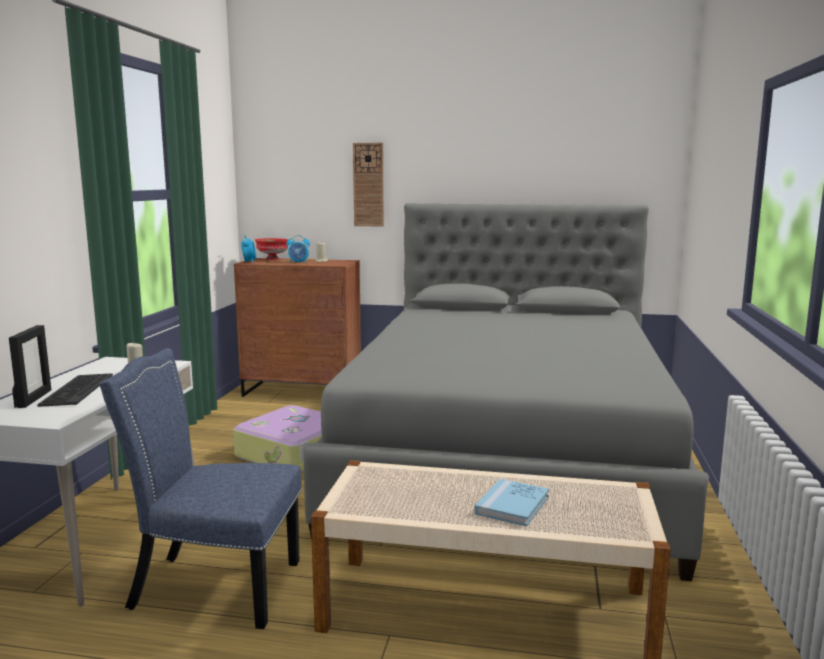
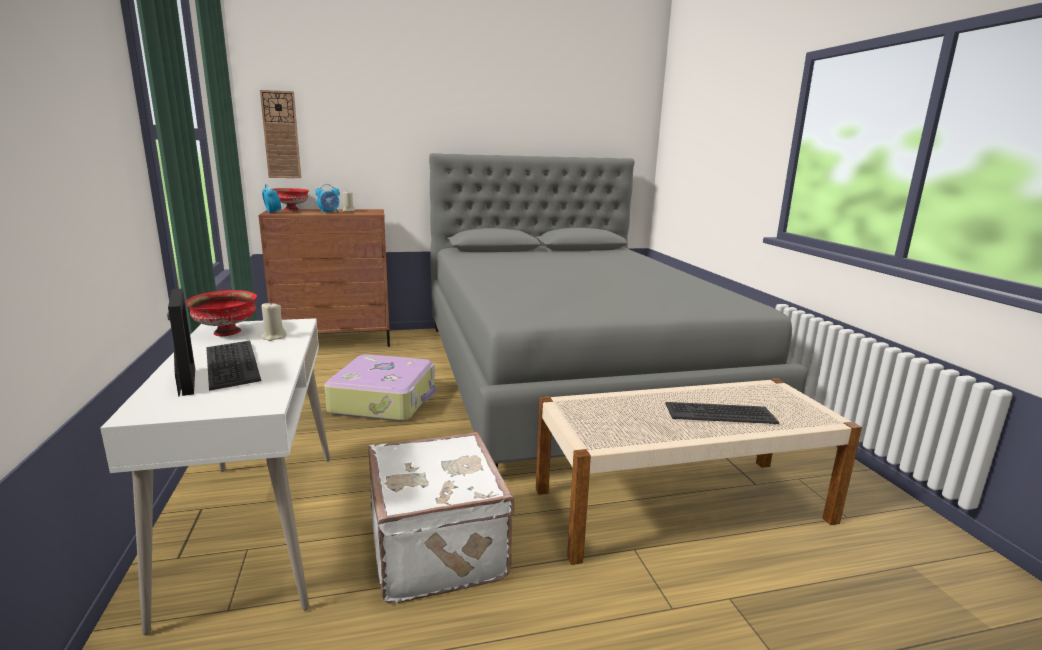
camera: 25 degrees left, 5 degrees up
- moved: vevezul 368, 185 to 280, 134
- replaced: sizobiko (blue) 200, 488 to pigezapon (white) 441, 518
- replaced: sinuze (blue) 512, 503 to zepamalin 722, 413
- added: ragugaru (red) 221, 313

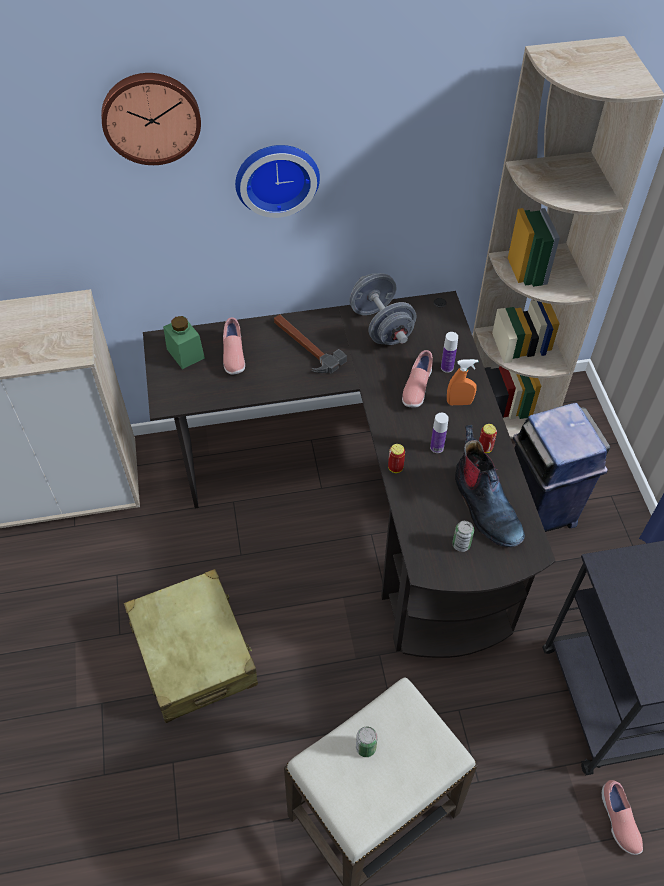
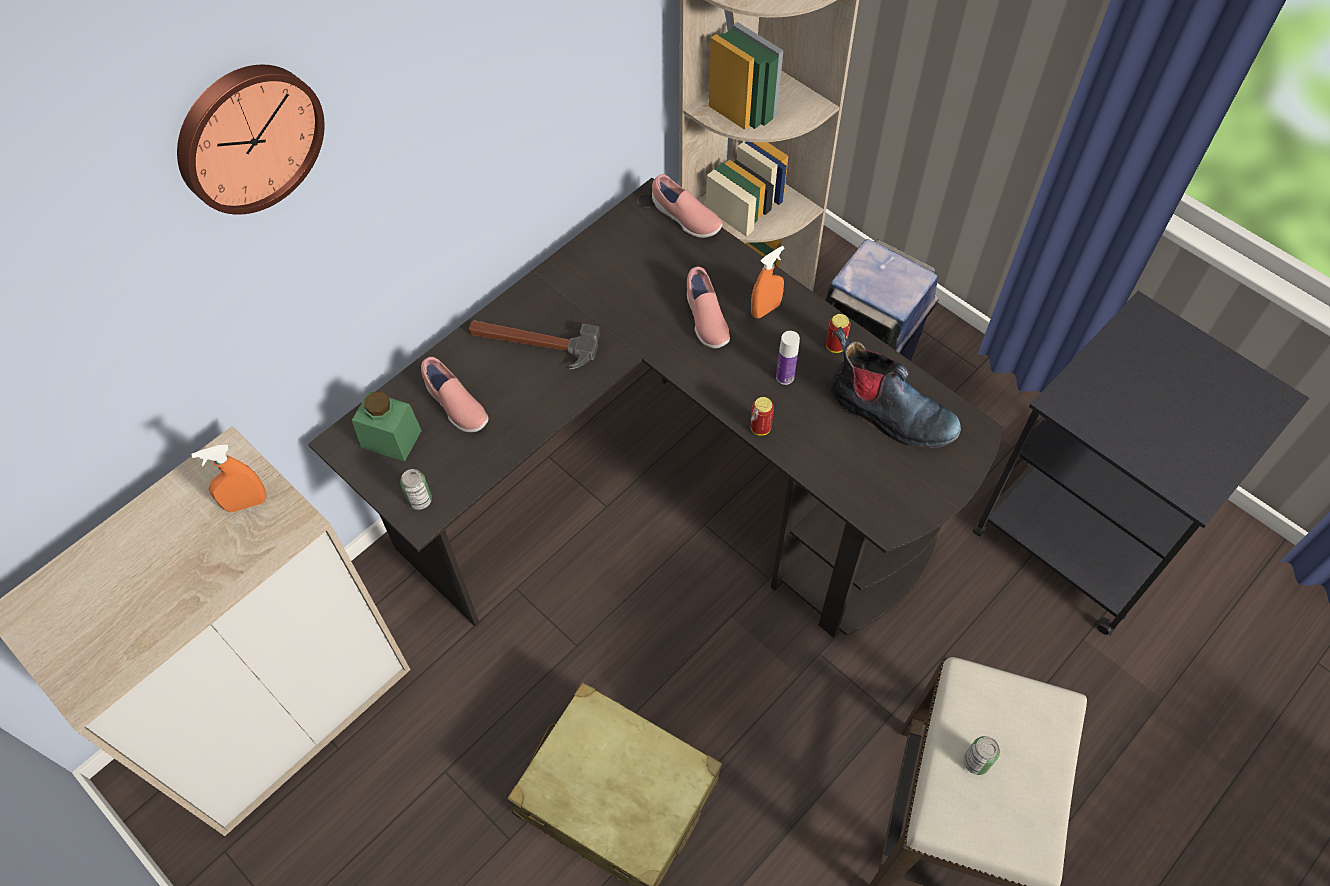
camera: 35 degrees left, 5 degrees up
- removed: vevezul 277, 181
- removed: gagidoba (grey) 383, 309
- removed: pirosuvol 449, 352
- moved: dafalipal 463, 536 to 416, 489
- moved: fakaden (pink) 622, 817 to 687, 206
- added: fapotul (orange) 228, 478

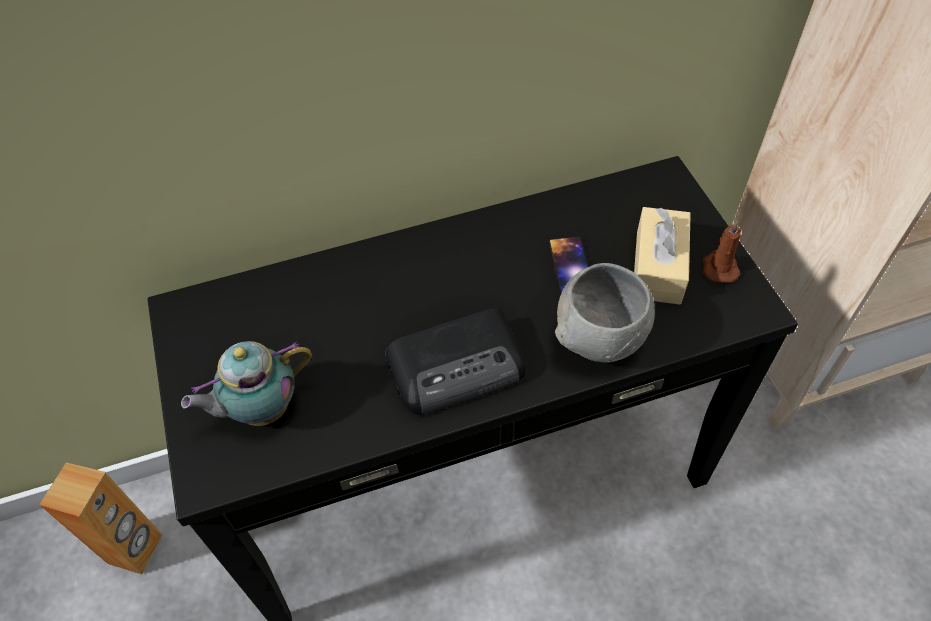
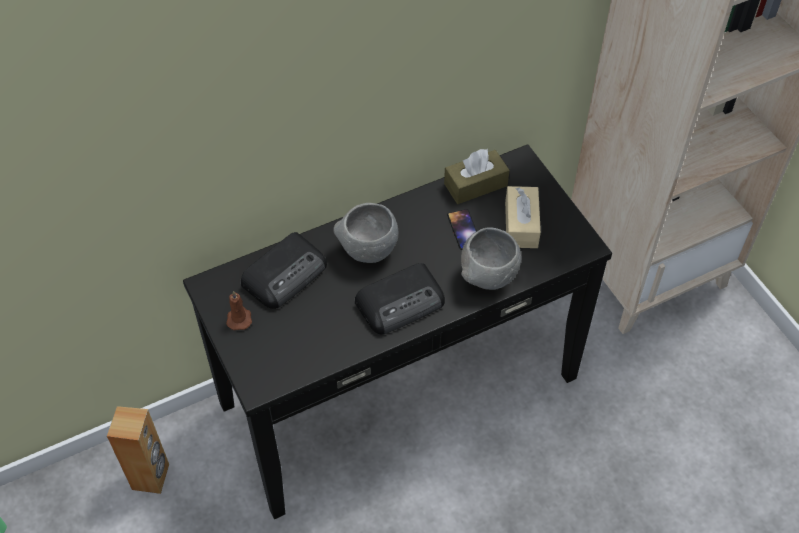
camera: 10 degrees left, 0 degrees up
- moved: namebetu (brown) 721, 251 to 239, 310
- removed: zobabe 246, 383
- added: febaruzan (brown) 477, 176
- added: ragugaru (grey) 365, 233
- added: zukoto 284, 270

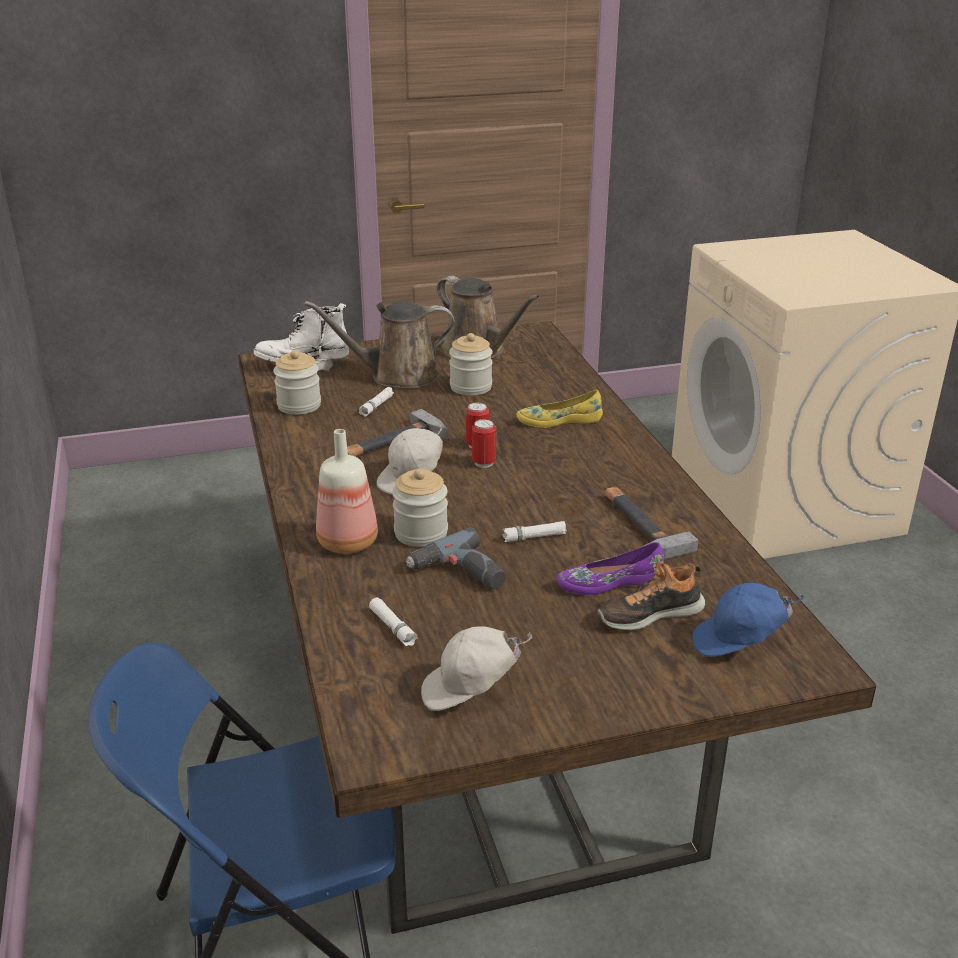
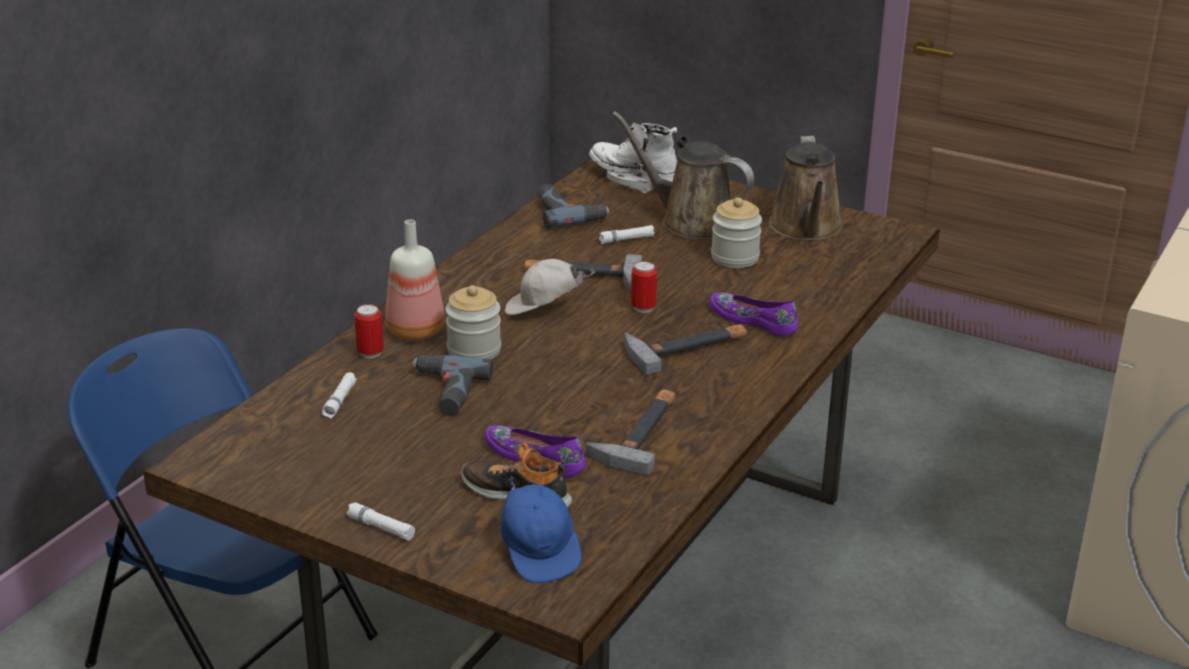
camera: 45 degrees right, 0 degrees up
- replaced: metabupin 297, 382 to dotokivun 574, 206
- recoloured: fakaden (yellow) 559, 409 to fakaden (purple) 754, 314
- moved: dafalipal 484, 443 to 369, 331
- moved: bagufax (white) 534, 531 to 380, 521
- turned: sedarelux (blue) 748, 620 = 541, 529 150 degrees counterclockwise
- removed: sedarelux (white) 476, 668
- added: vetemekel 685, 349

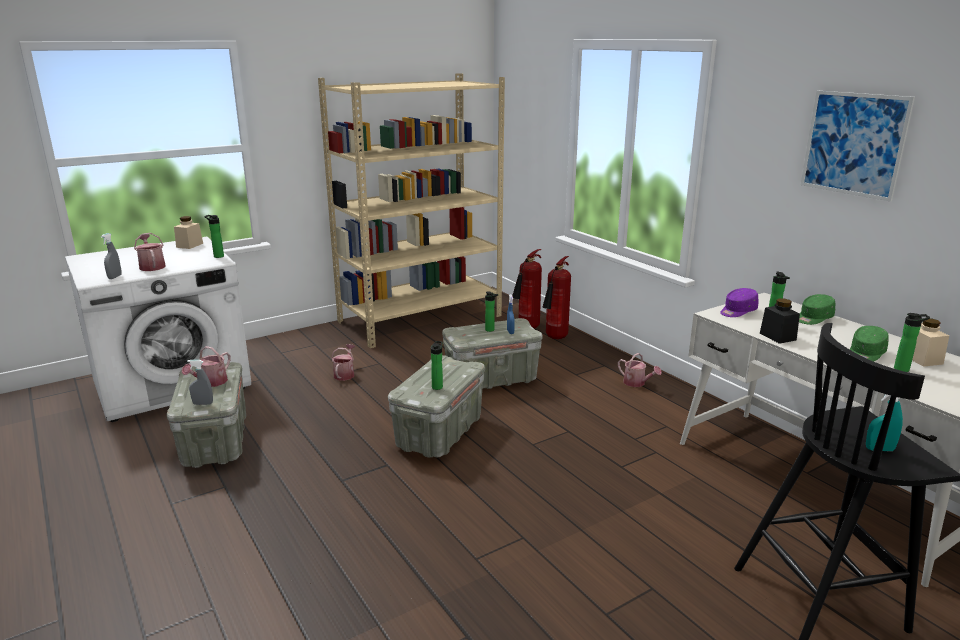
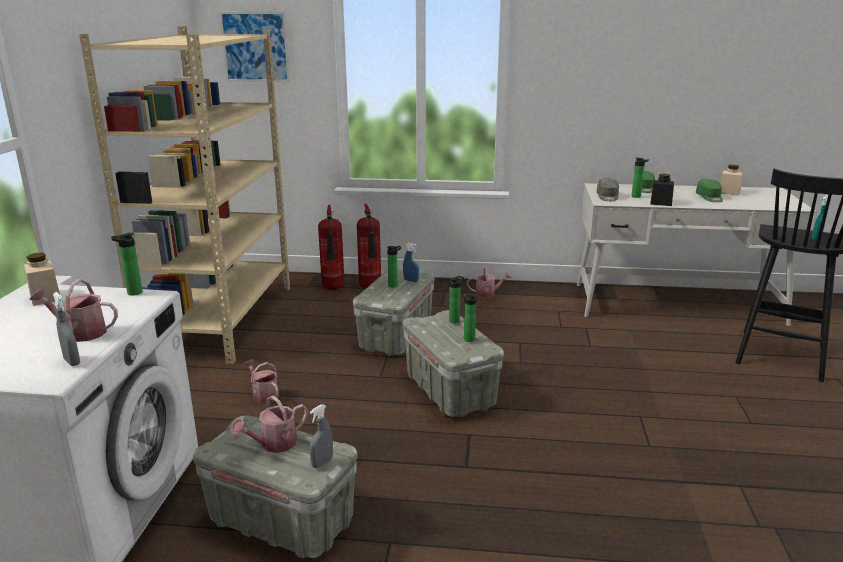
camera: 50 degrees left, 0 degrees up
- moved: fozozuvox 858, 146 to 254, 46
- recoloured: sedarelux (purple) 739, 302 to sedarelux (grey) 608, 189
- moved: pirosuvol 912, 342 to 456, 300
- turned: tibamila 206, 366 = 269, 424 75 degrees clockwise

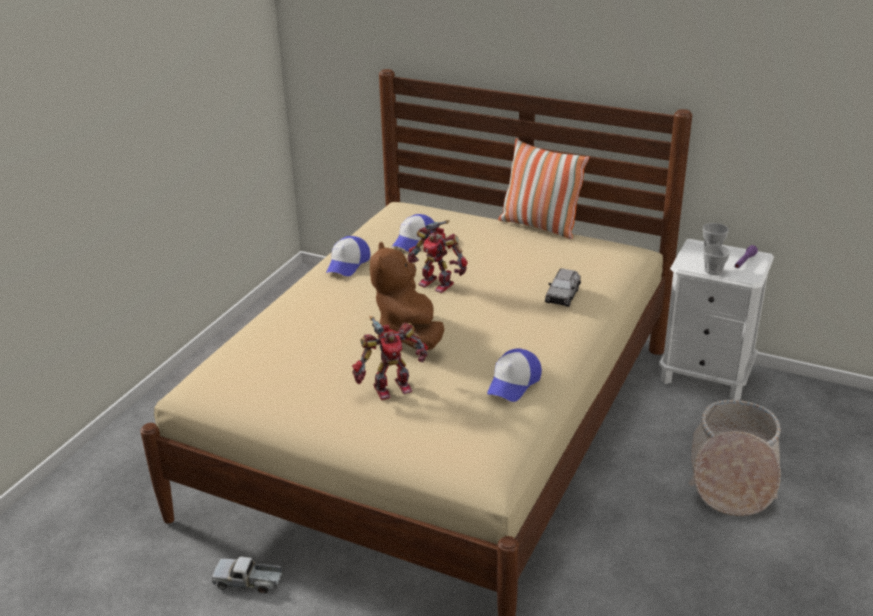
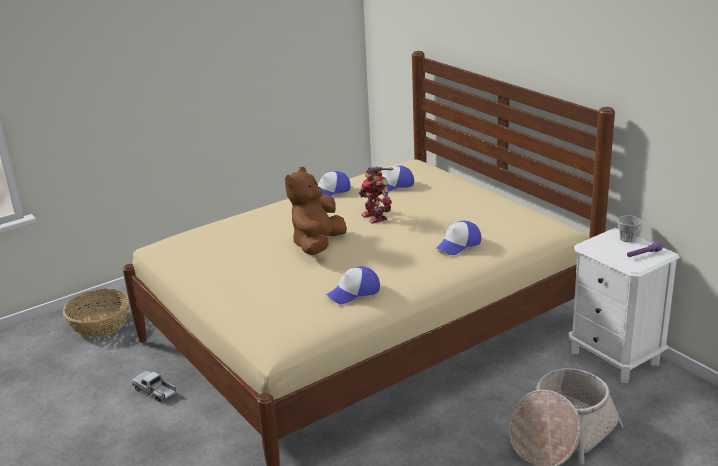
camera: 30 degrees right, 5 degrees down
- removed: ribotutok 544, 188
- removed: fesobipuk 716, 260
- replaced: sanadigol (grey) 563, 288 to sedarelux 458, 238
- removed: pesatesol 390, 358
- added: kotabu 96, 313

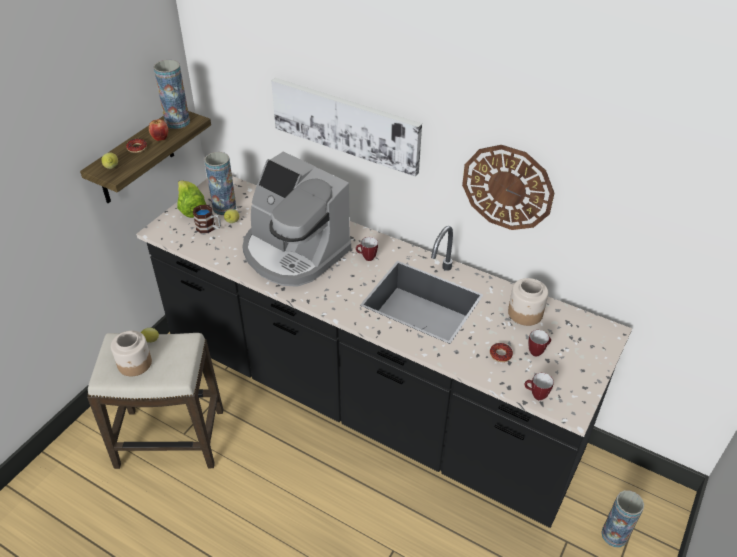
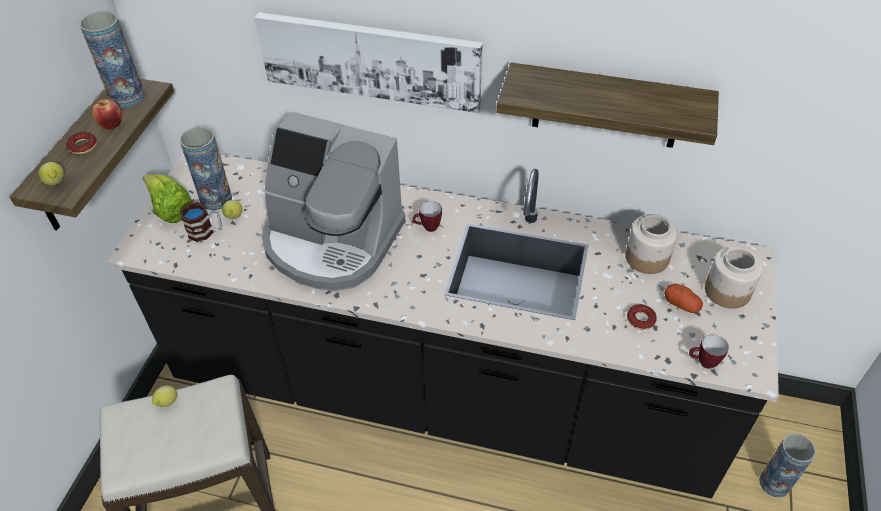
camera: 15 degrees left, 5 degrees up
- replaced: vevezul 508, 187 to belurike 607, 105
- replaced: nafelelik 540, 343 to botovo 683, 298
- moved: metabupin 131, 353 to 734, 277

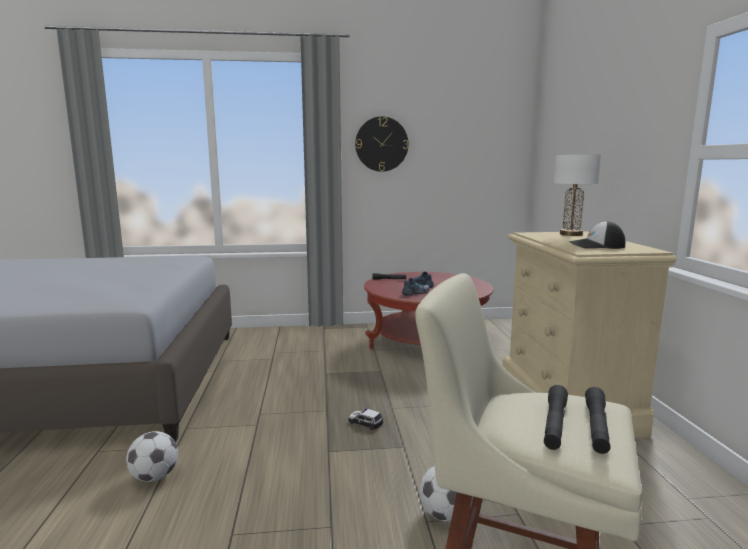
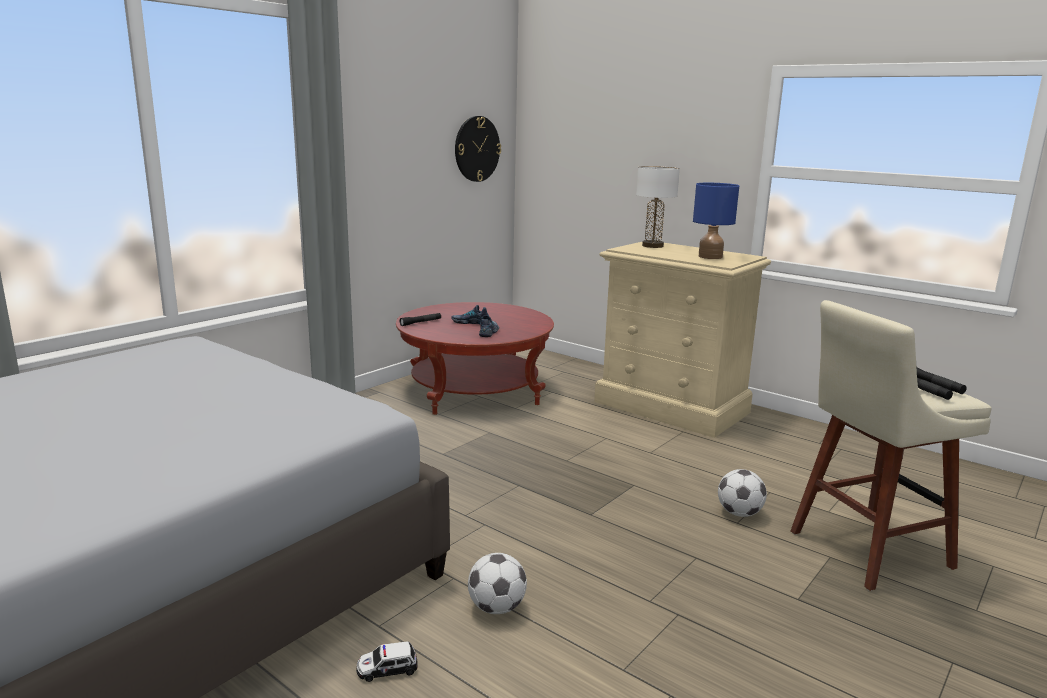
camera: 45 degrees left, 5 degrees up
- moved: vevezul 381, 144 to 478, 149
- replaced: sedarelux 597, 235 to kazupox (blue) 716, 221
- moved: sanadigol 365, 419 to 387, 661

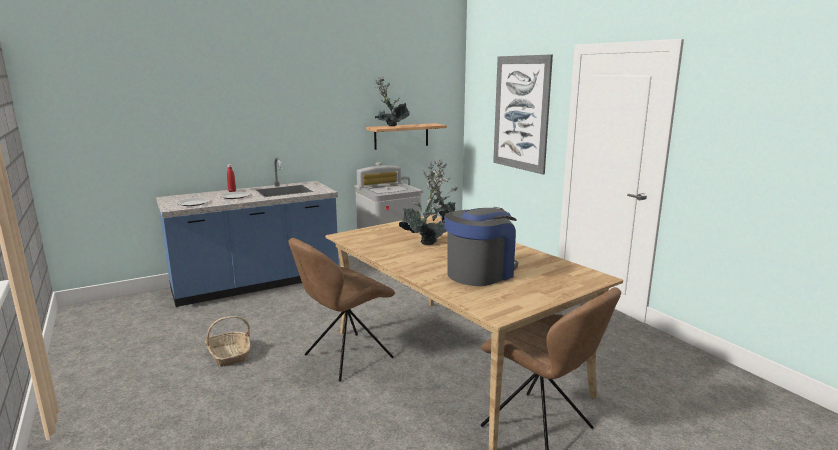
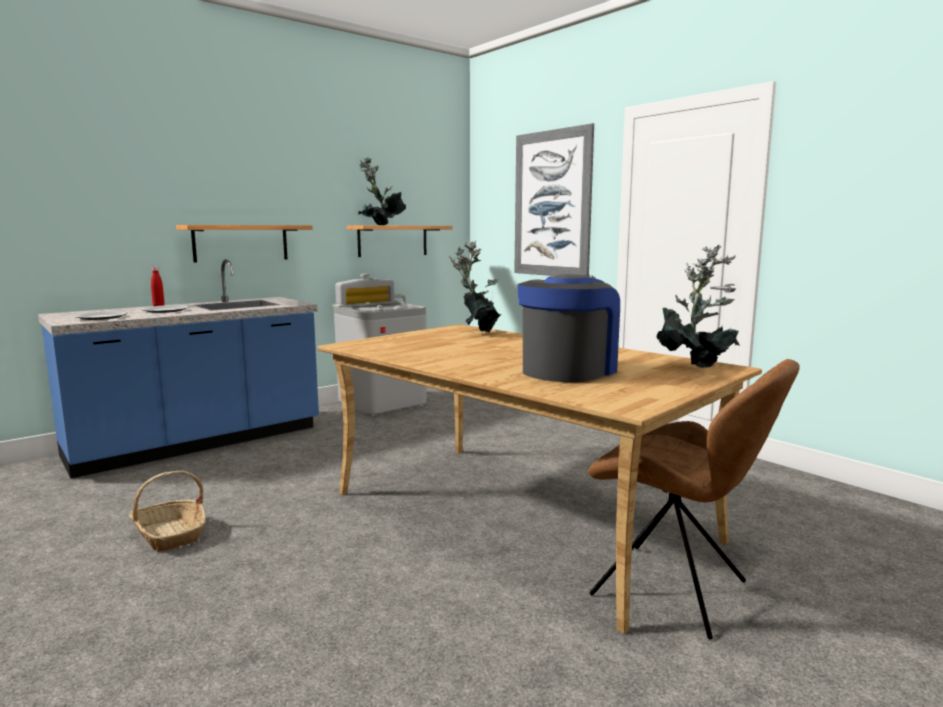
camera: 10 degrees left, 5 degrees down
- moved: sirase 425, 207 to 698, 306
- removed: sizobiko (brown) 341, 309
- added: belurike 244, 243

